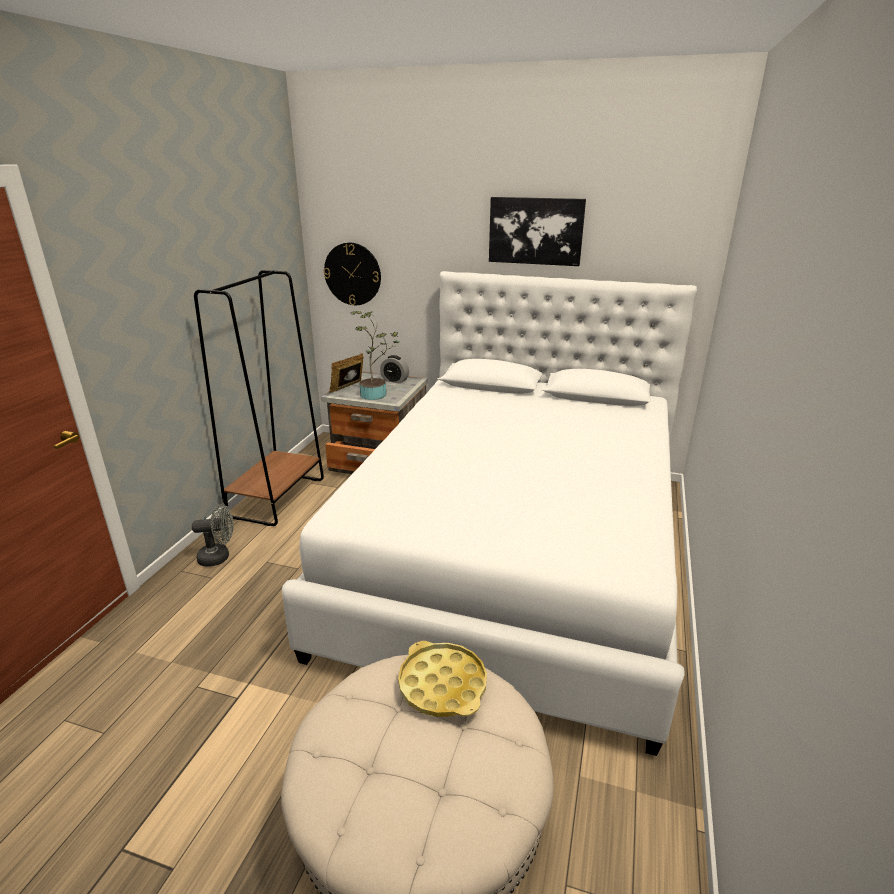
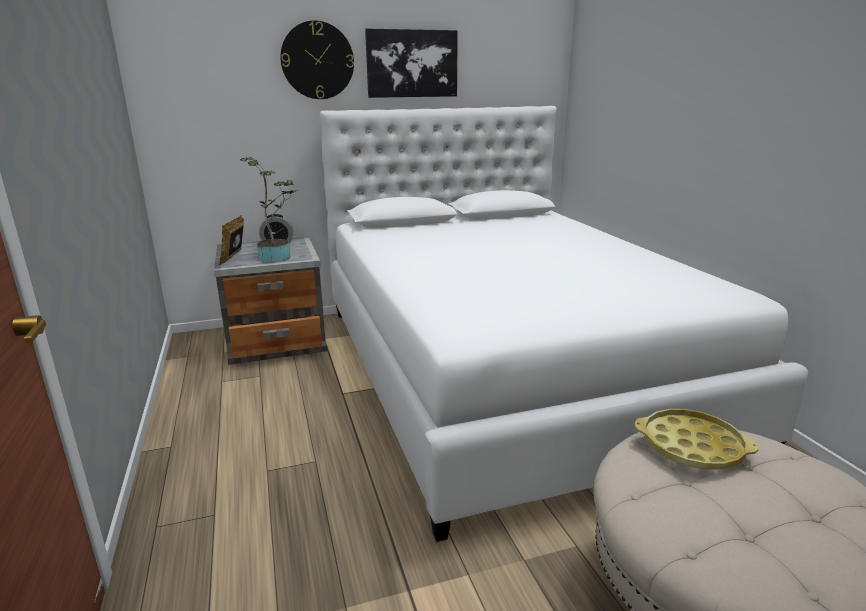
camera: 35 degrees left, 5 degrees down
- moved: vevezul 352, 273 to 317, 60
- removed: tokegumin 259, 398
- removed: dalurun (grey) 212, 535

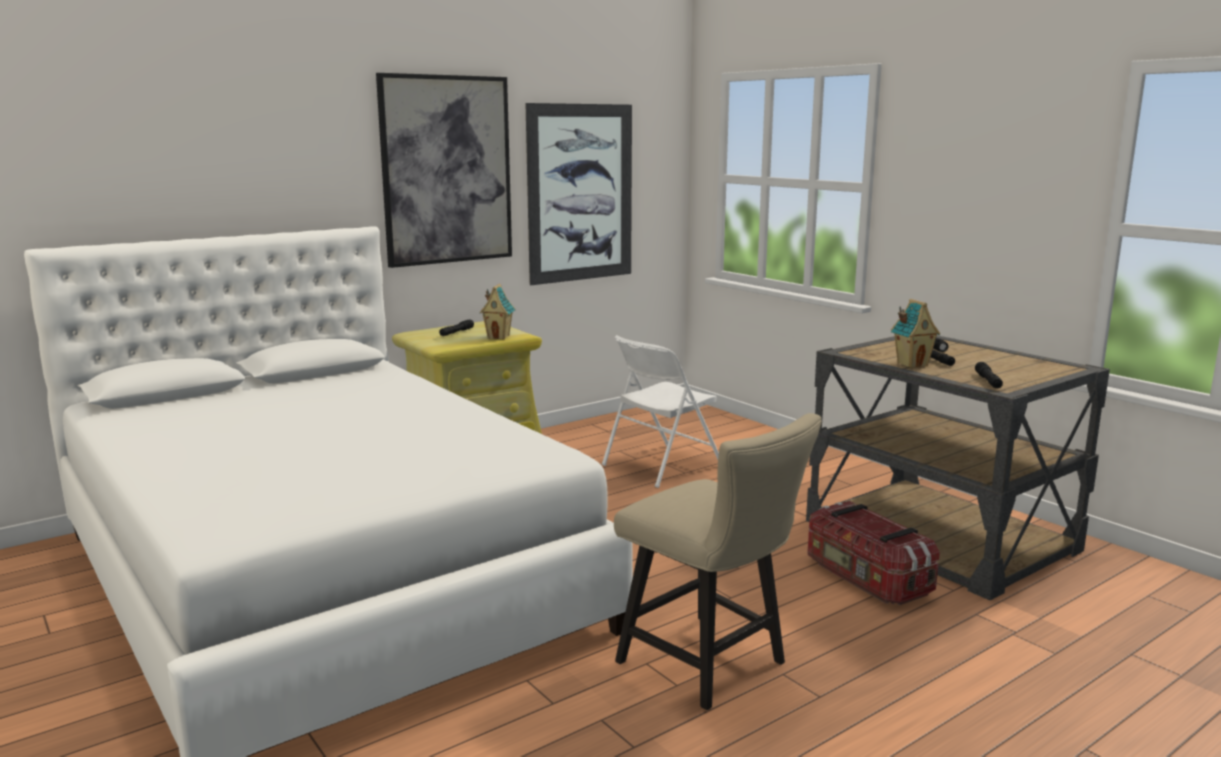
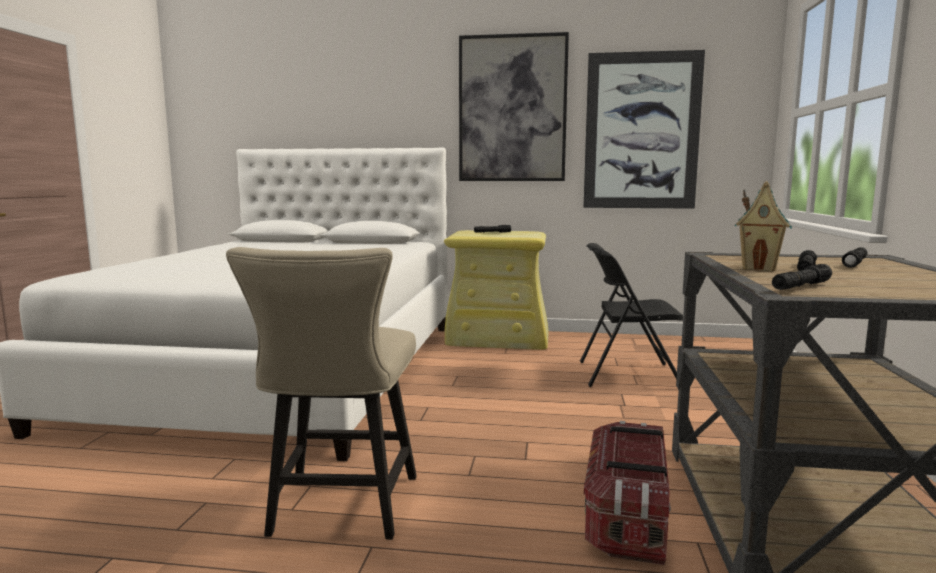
camera: 45 degrees right, 5 degrees down
- removed: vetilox 497, 311
- recoloured: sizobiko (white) 660, 411 to sizobiko (black) 631, 315

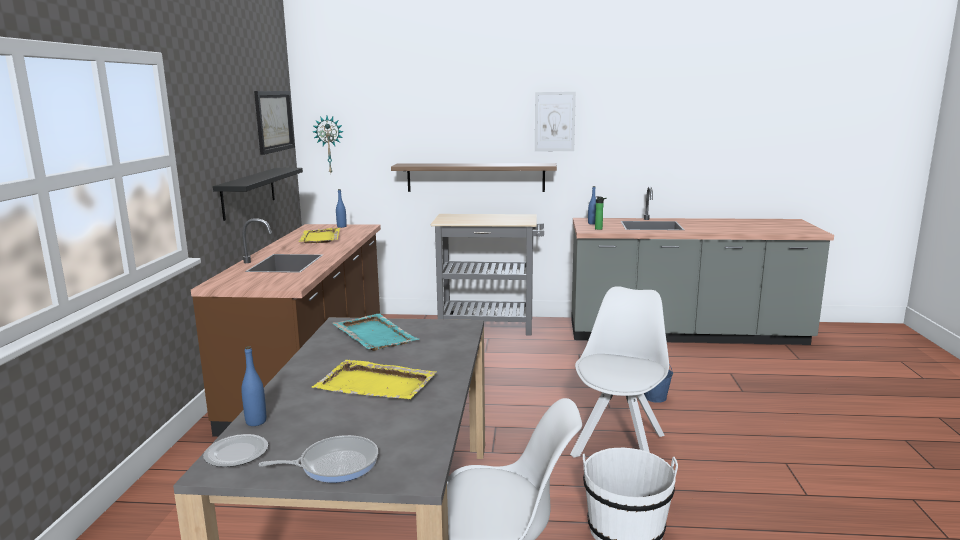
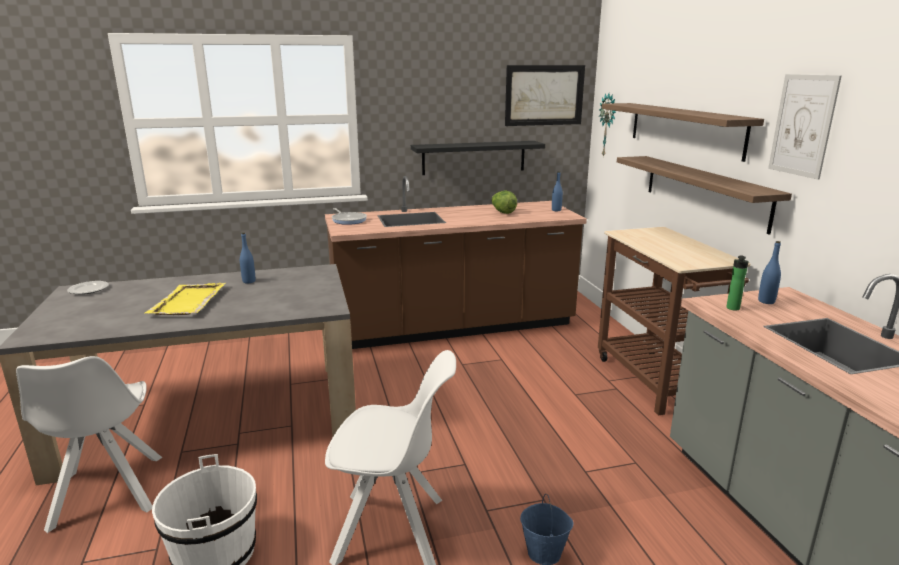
camera: 70 degrees right, 5 degrees up
- recoloured: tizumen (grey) 487, 275 to tizumen (brown) 674, 321
- replaced: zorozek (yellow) 319, 235 to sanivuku 504, 202
- removed: zorozek (turquoise) 375, 332
- moved: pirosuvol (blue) 253, 386 to 247, 257
- moved: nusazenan 318, 459 to 349, 216
- added: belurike 683, 132

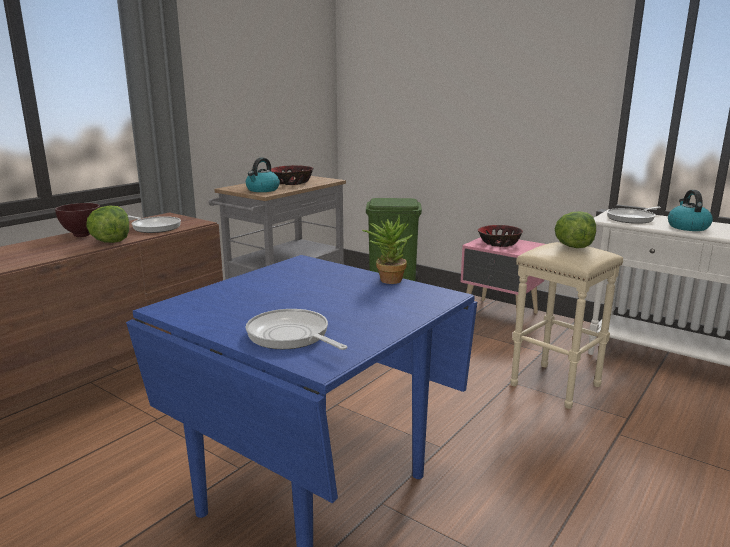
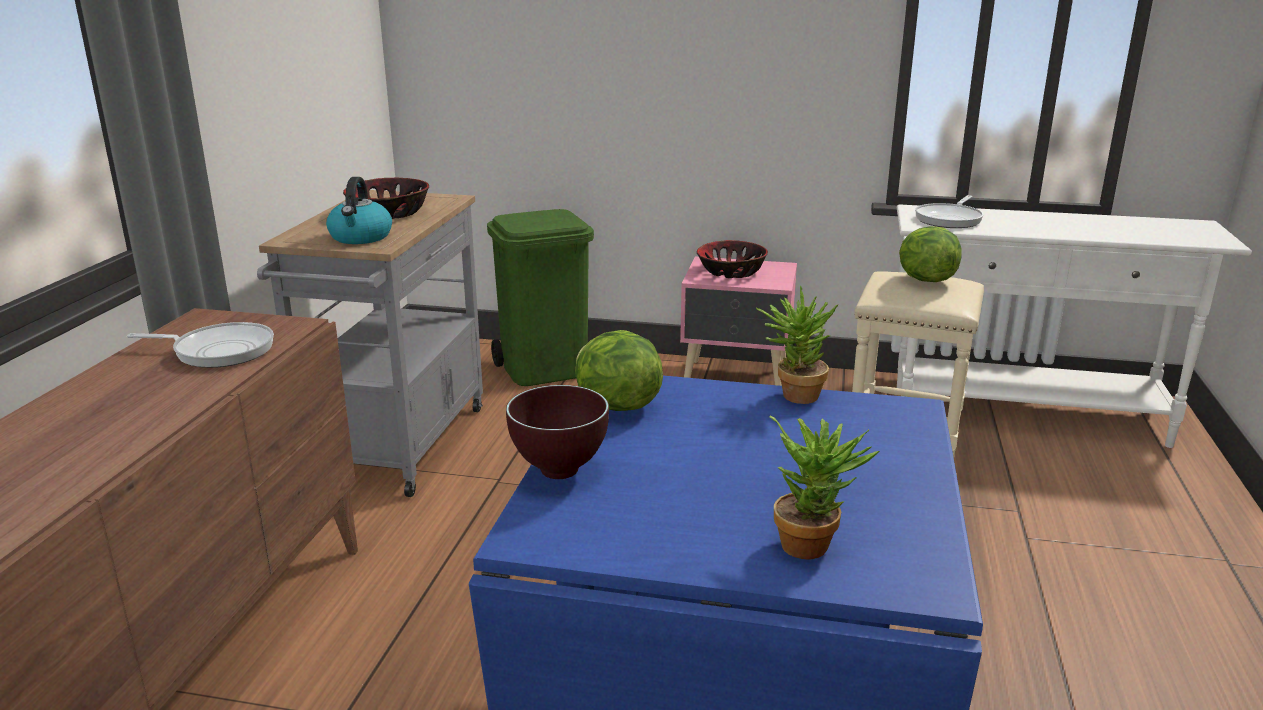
camera: 25 degrees left, 5 degrees up
- removed: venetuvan 690, 210
- moved: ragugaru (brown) 77, 220 to 557, 432
- moved: sanivuku 107, 224 to 619, 370
- replaced: nusazenan 296, 329 to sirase 825, 488

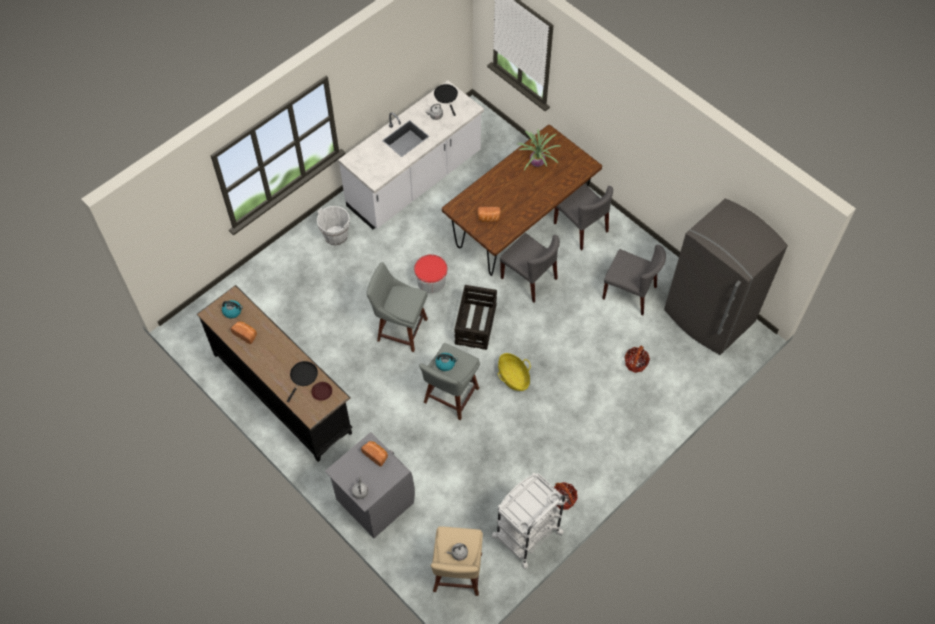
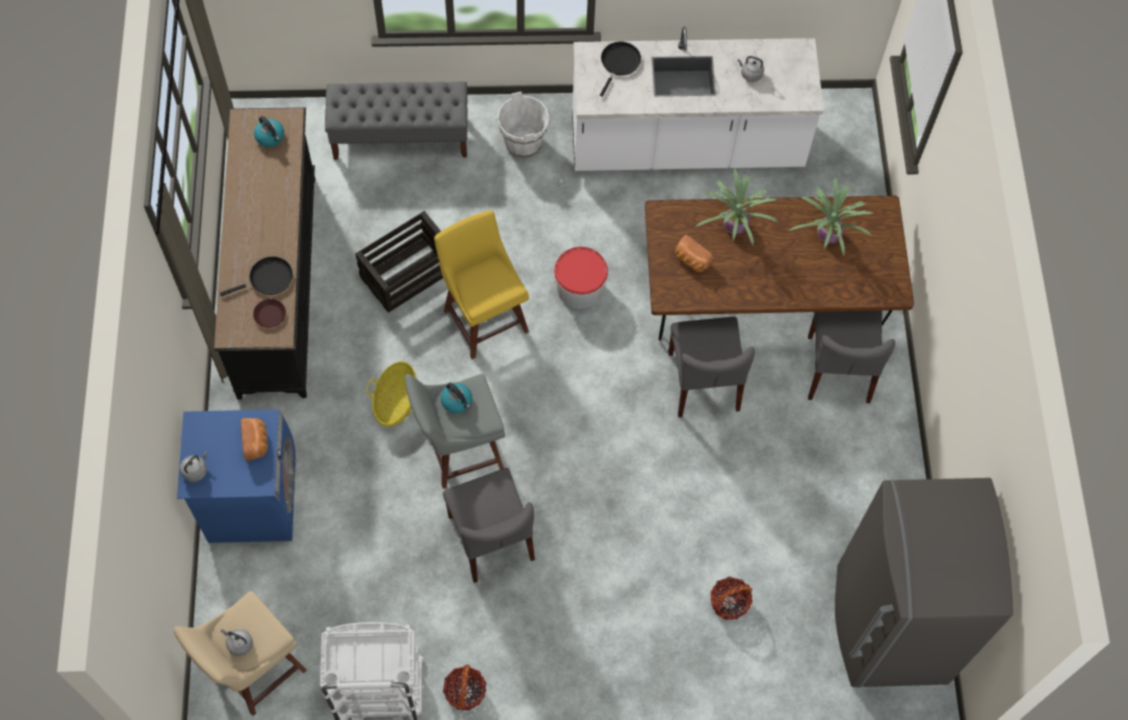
camera: 40 degrees right, 5 degrees up
- moved: nusazenan (black) 446, 100 to 620, 69
- moved: sizobiko (grey) 634, 280 to 489, 525
- recoloured: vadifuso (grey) 397, 307 to vadifuso (yellow) 481, 284
- moved: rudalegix 475, 317 to 399, 262
- removed: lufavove 244, 333
- moved: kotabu 514, 372 to 392, 394
- recoloured: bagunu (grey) 370, 485 to bagunu (blue) 236, 476
- added: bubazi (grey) 396, 121
- added: sirase 737, 206

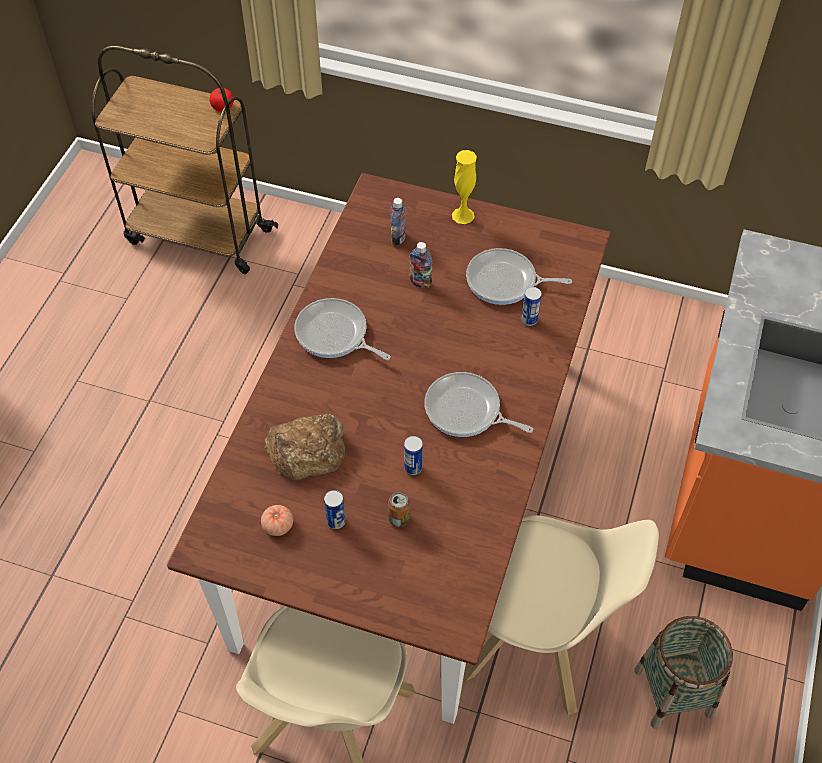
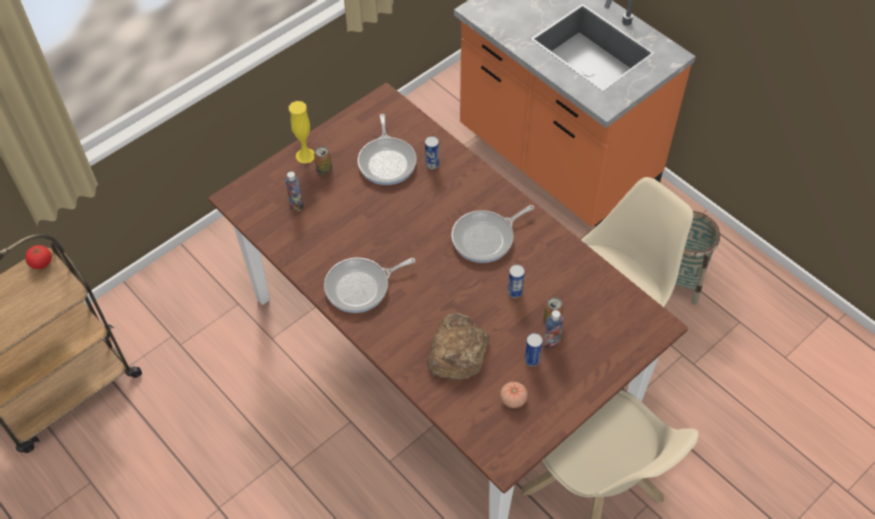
camera: 60 degrees left, 0 degrees up
- moved: pirosuvol 421, 265 to 553, 329
- turned: nusazenan 519, 276 = 387, 149 45 degrees counterclockwise
- added: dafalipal 323, 160

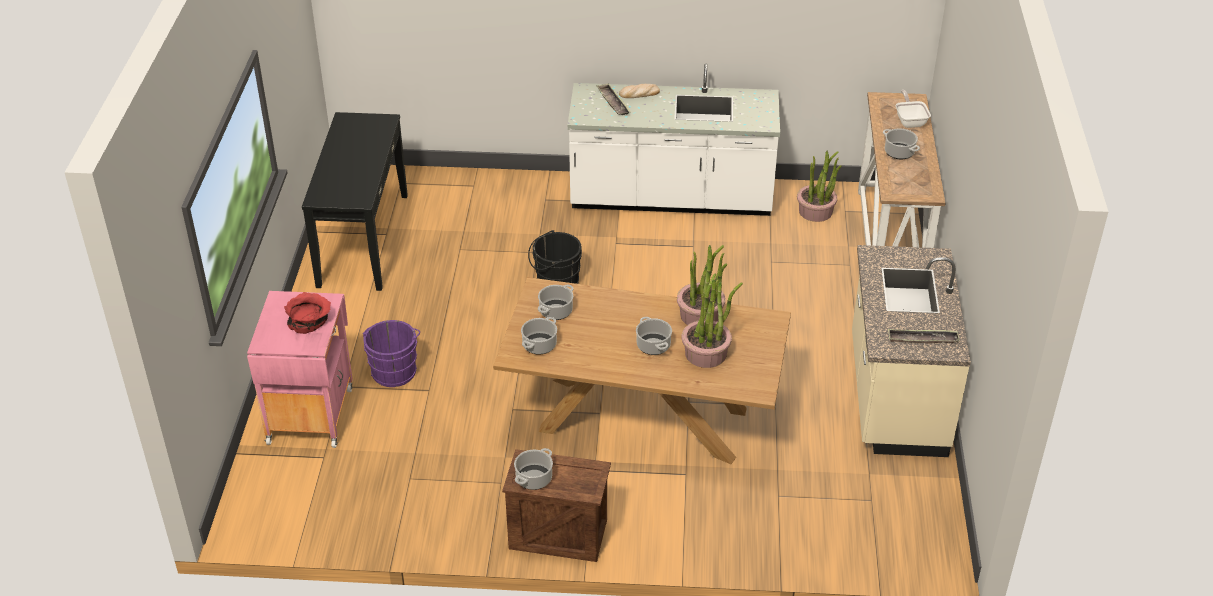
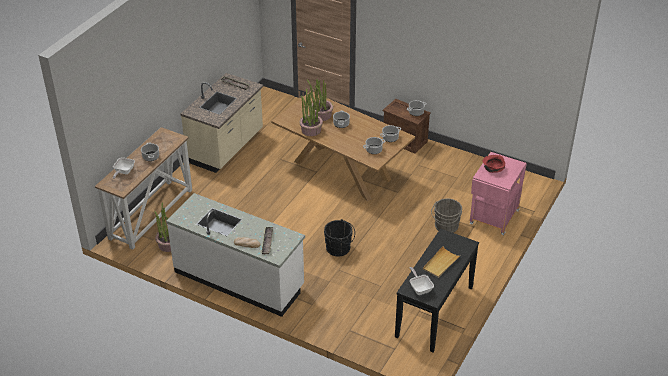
camera: 155 degrees left, 0 degrees up
- recoloured: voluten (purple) 391, 353 to voluten (grey) 446, 216
- added: zorozek (beige) 442, 262
- added: nusazenan 422, 281

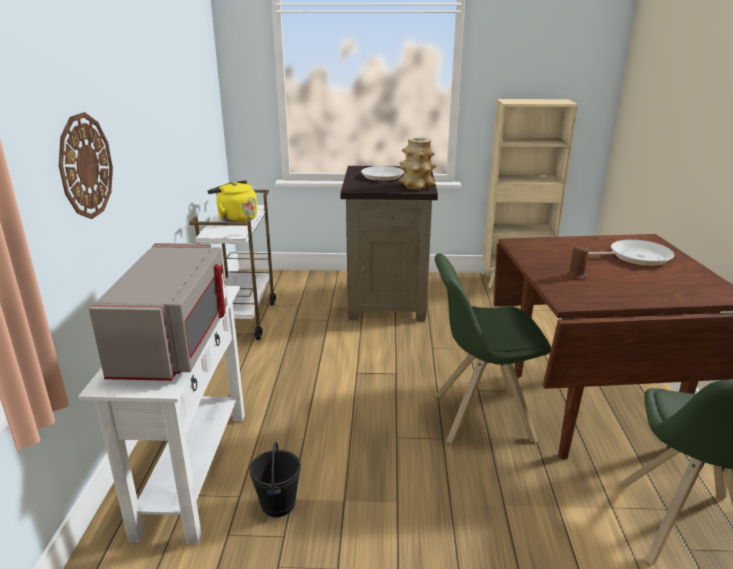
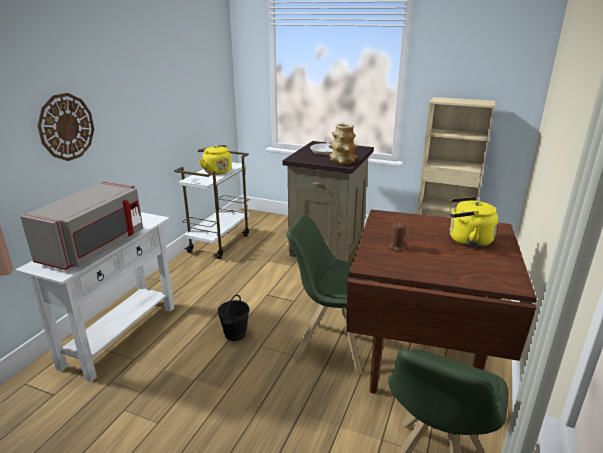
camera: 20 degrees right, 0 degrees up
- replaced: nusazenan 631, 252 to venetuvan (yellow) 474, 222
- moved: voluten (black) 275, 479 to 233, 318

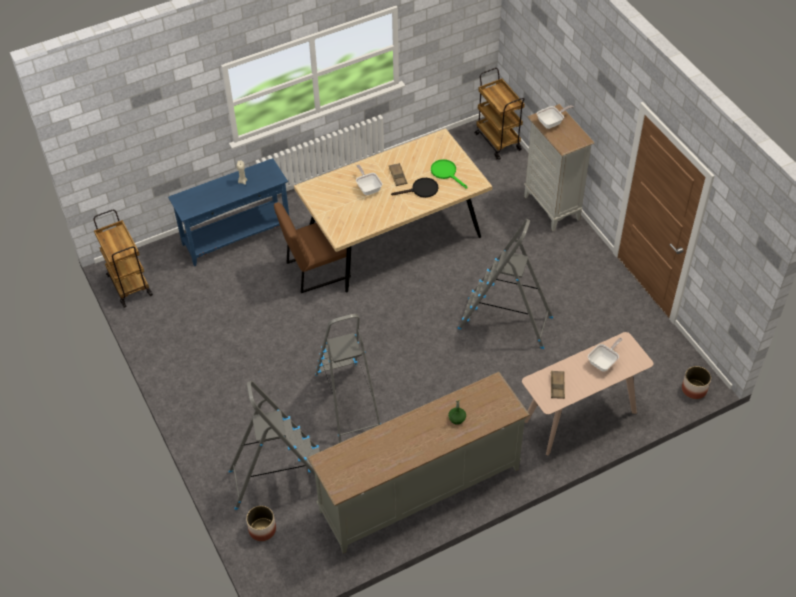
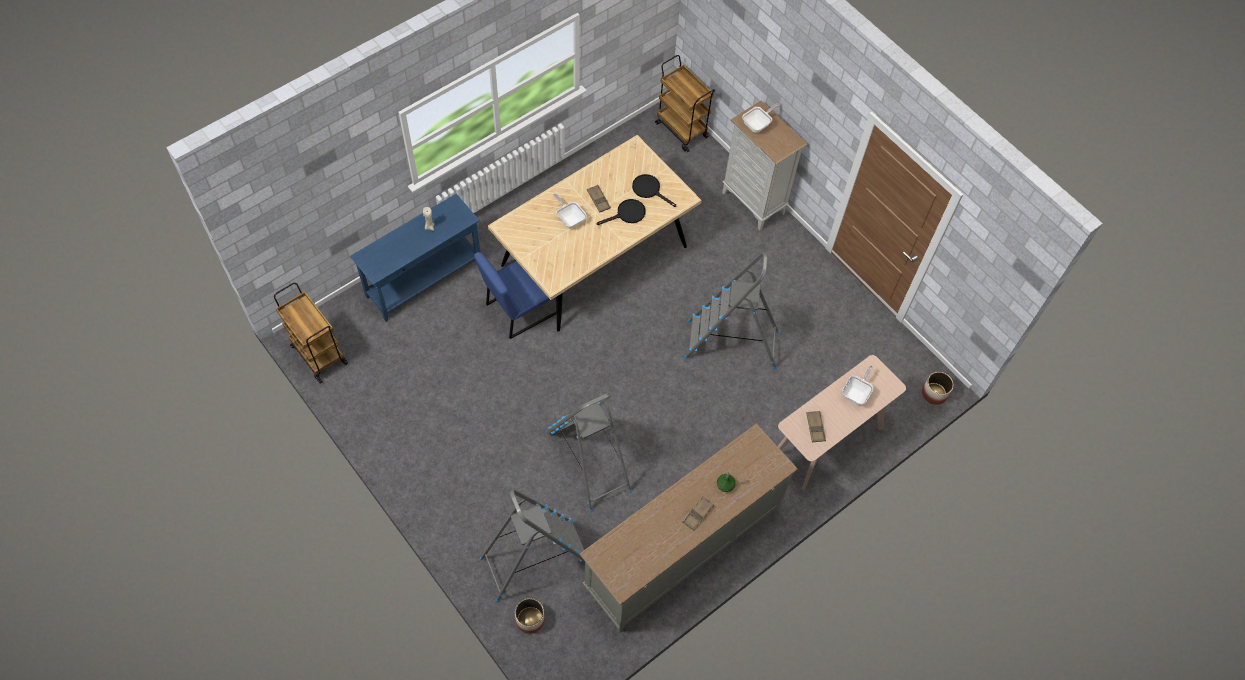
camera: 15 degrees left, 10 degrees up
- recoloured: nusazenan (green) 449, 174 to nusazenan (black) 654, 190
- recoloured: sizobiko (brown) 312, 247 to sizobiko (blue) 515, 295
- added: zorozek (brown) 698, 513

